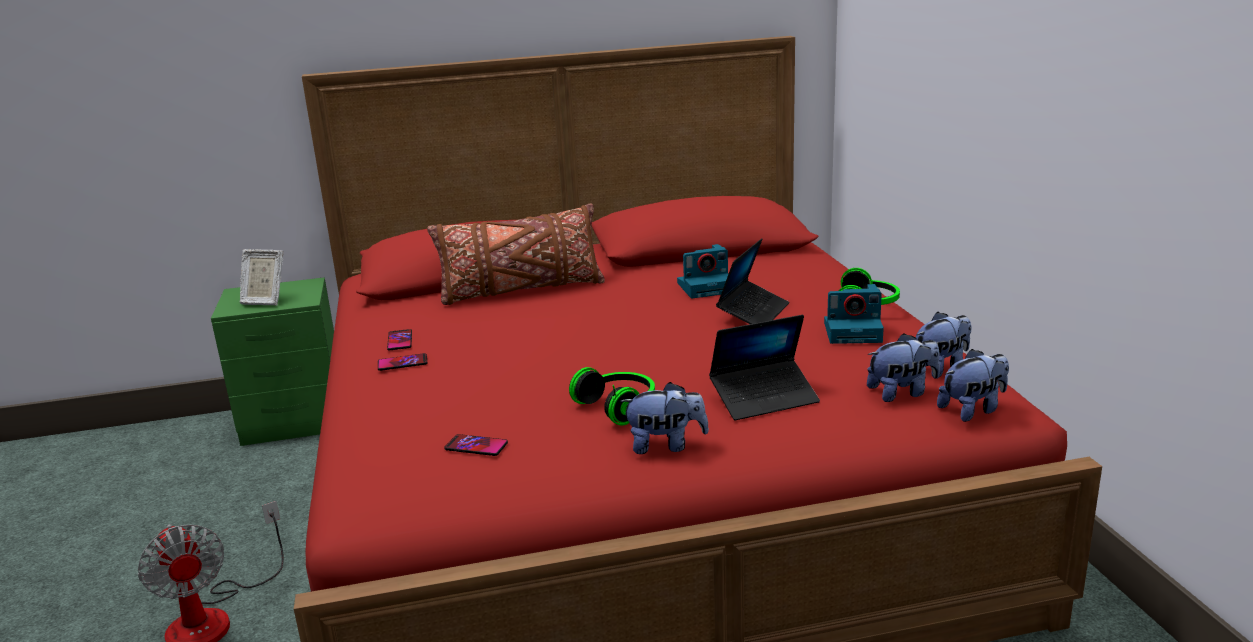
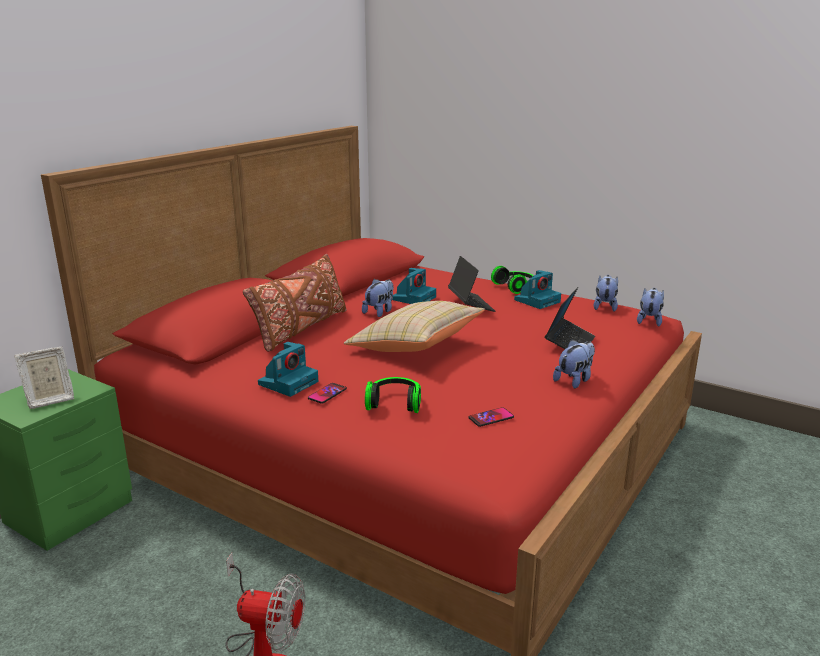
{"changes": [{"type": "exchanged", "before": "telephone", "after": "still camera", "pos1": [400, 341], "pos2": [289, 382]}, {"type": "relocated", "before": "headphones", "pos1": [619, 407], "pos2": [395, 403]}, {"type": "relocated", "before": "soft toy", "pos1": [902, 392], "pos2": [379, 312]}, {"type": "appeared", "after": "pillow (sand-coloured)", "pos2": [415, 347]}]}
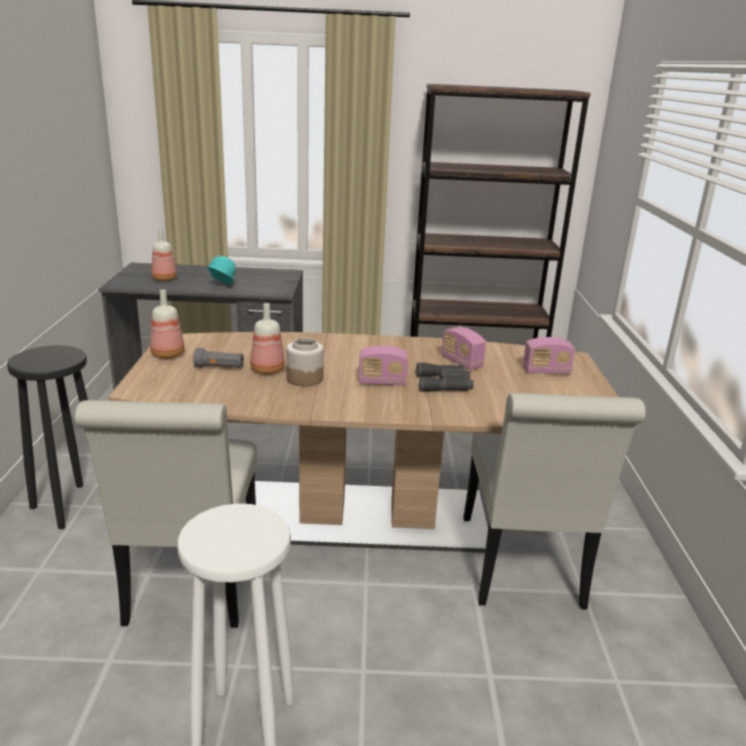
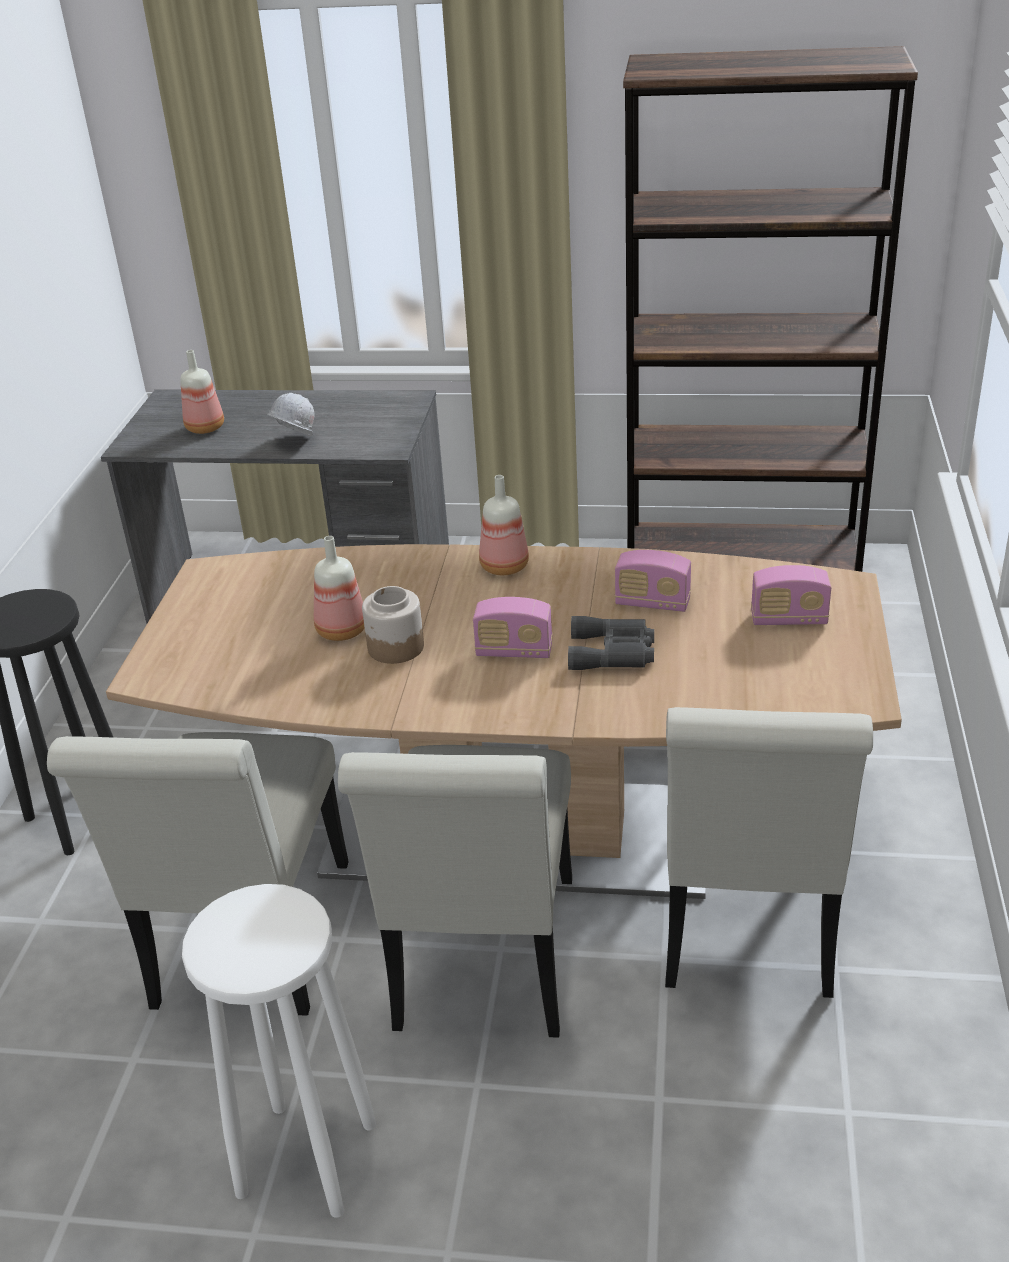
{"changes": [{"type": "relocated", "before": "beverage bottle", "pos1": [167, 355], "pos2": [504, 568]}, {"type": "missing", "before": "flashlight (gray)", "pos1": [219, 368]}, {"type": "colour", "before": "work helmet (turquoise-coloured)", "after": "work helmet (white-coloured)", "pos1": [221, 287], "pos2": [294, 443]}, {"type": "spun", "before": "radio", "pos1": [461, 362], "pos2": [652, 603], "turn": -45}, {"type": "appeared", "after": "chair (white-coloured)", "pos2": [484, 967]}]}
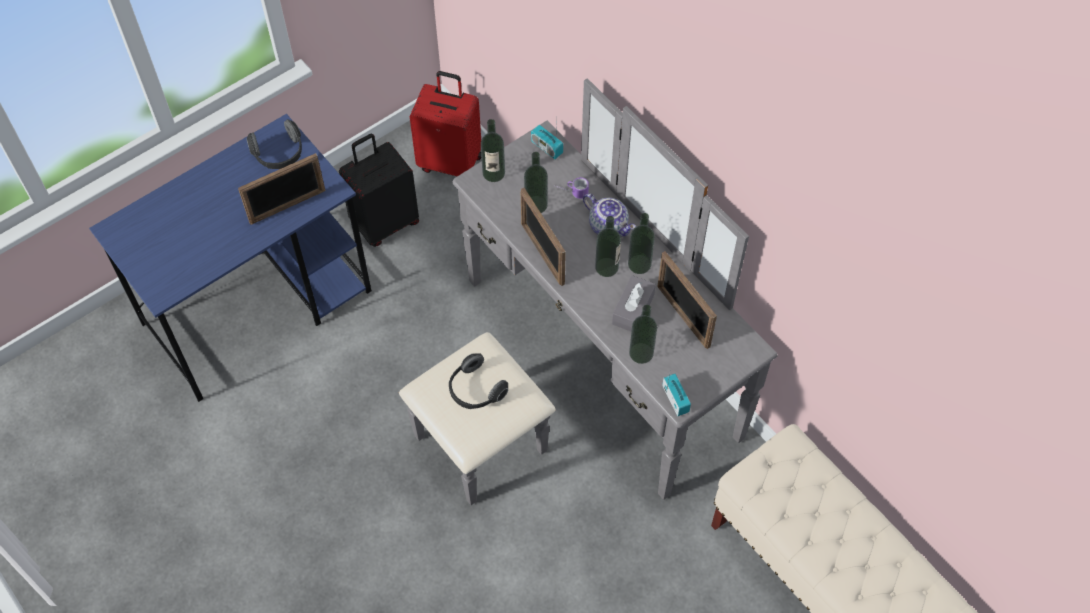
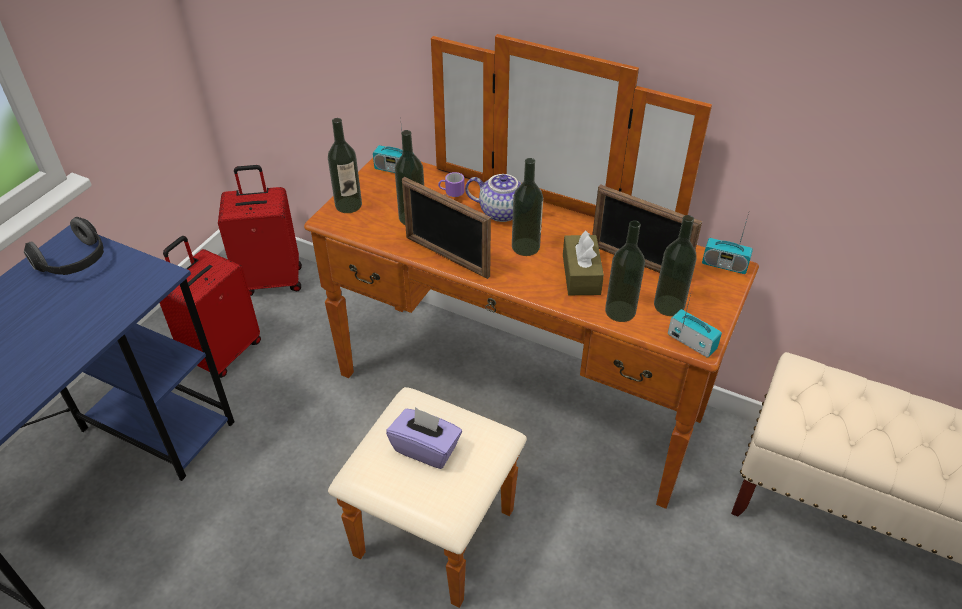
{"changes": [{"type": "missing", "before": "picture frame", "pos1": [287, 206]}, {"type": "colour", "before": "suitcase (black-coloured)", "after": "suitcase (red)", "pos1": [385, 222], "pos2": [223, 353]}, {"type": "colour", "before": "drawer chest (gray)", "after": "drawer chest (brownish)", "pos1": [575, 378], "pos2": [502, 424]}, {"type": "exchanged", "before": "headphones", "after": "tissue holder (purple)", "pos1": [475, 390], "pos2": [426, 448]}, {"type": "colour", "before": "tissue holder (gray)", "after": "tissue holder (brownish)", "pos1": [633, 309], "pos2": [581, 274]}, {"type": "relocated", "before": "beverage bottle", "pos1": [639, 264], "pos2": [669, 305]}, {"type": "appeared", "after": "radio", "pos2": [724, 265]}]}
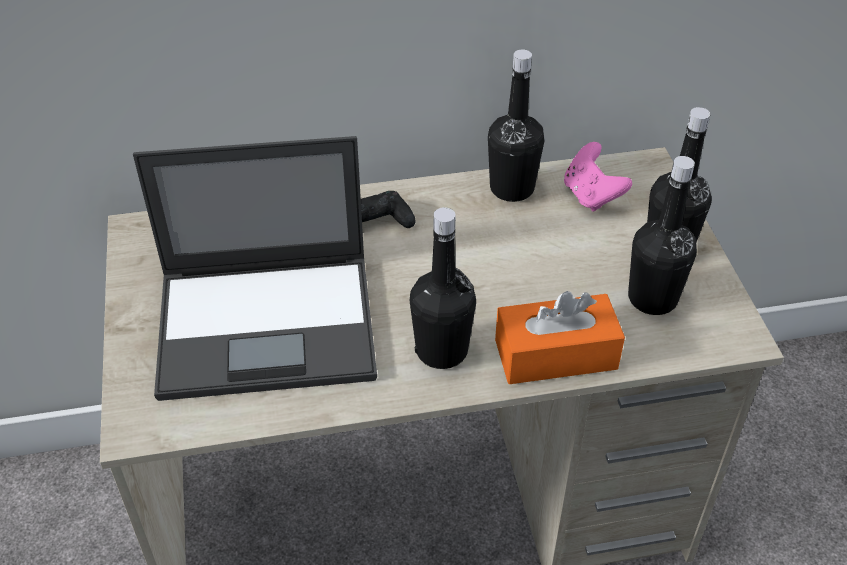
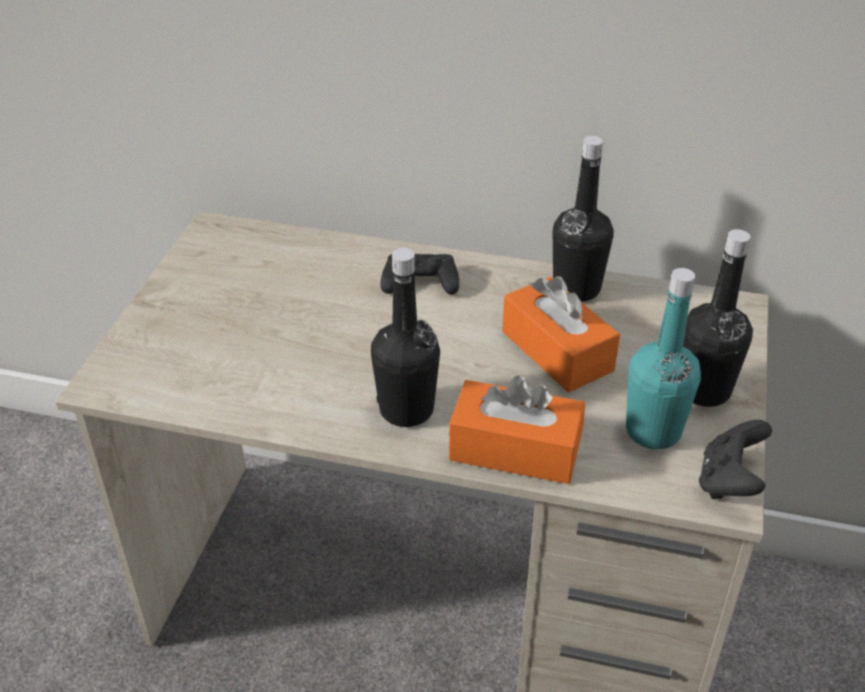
{"changes": [{"type": "missing", "before": "notebook computer", "pos1": [270, 325]}, {"type": "missing", "before": "joypad (pink)", "pos1": [591, 195]}, {"type": "colour", "before": "beverage bottle (black-coloured)", "after": "beverage bottle (turquoise-coloured)", "pos1": [652, 298], "pos2": [653, 431]}, {"type": "appeared", "after": "tissue holder (orange)", "pos2": [557, 351]}, {"type": "appeared", "after": "joypad (black-coloured)", "pos2": [729, 482]}]}
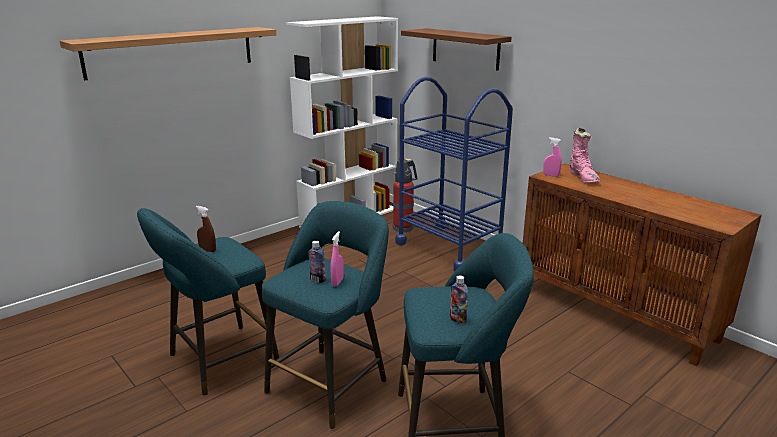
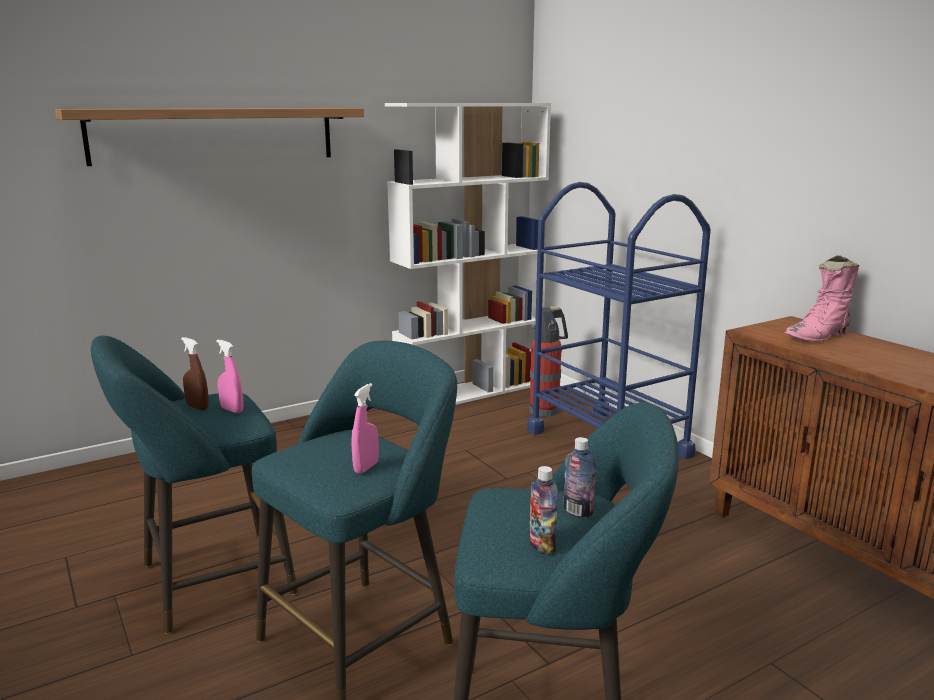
{"changes": [{"type": "relocated", "before": "beverage bottle", "pos1": [317, 280], "pos2": [578, 511]}, {"type": "missing", "before": "shelf (brownish)", "pos1": [465, 48]}, {"type": "relocated", "before": "hand sprayer (pink)", "pos1": [551, 175], "pos2": [232, 410]}, {"type": "spun", "before": "tall boot (pink)", "pos1": [583, 178], "pos2": [818, 336], "turn": 60}]}
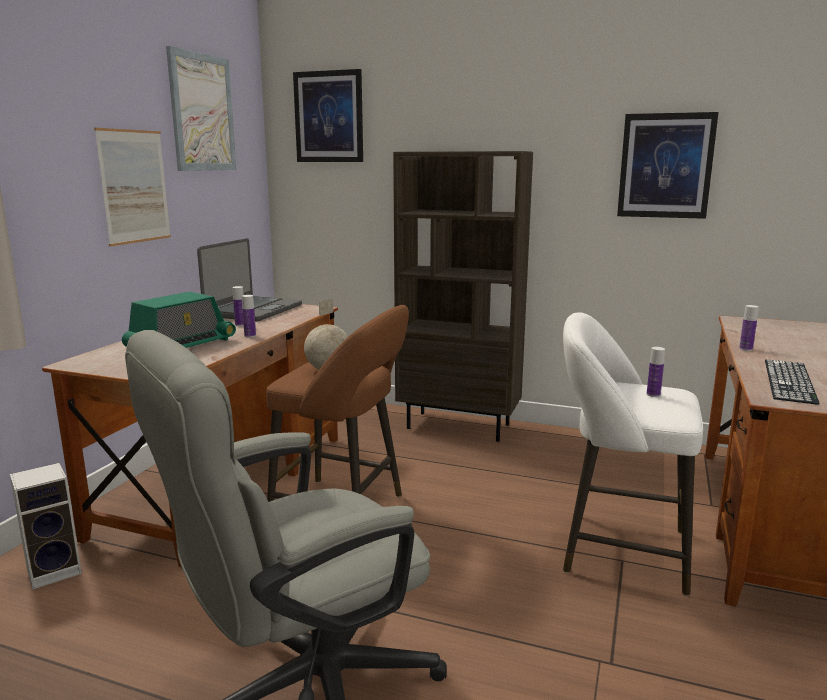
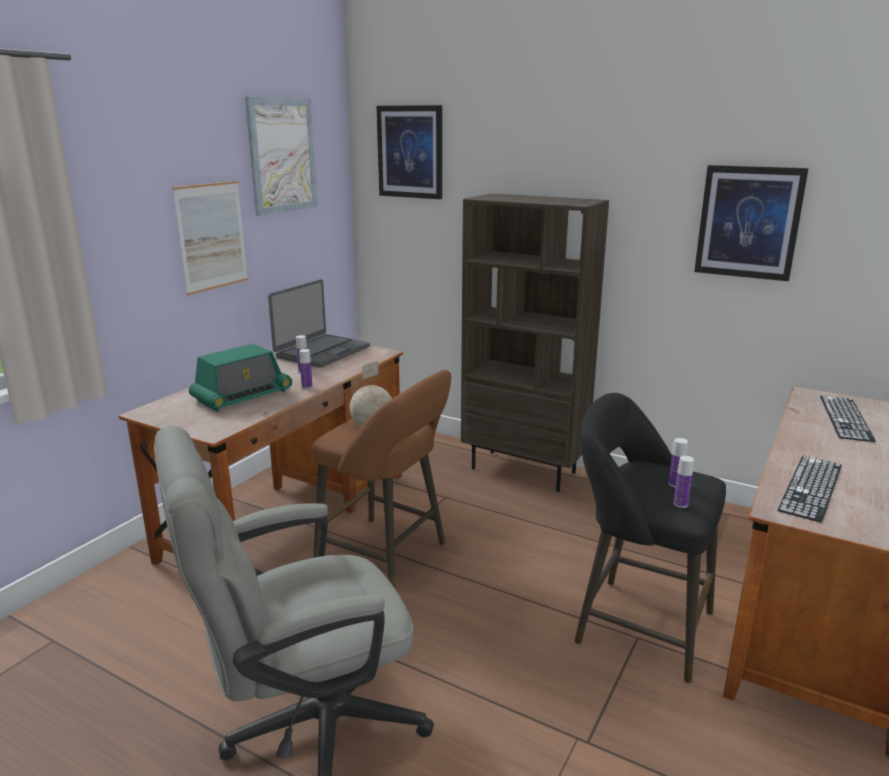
{"changes": [{"type": "missing", "before": "loudspeaker", "pos1": [56, 570]}, {"type": "colour", "before": "sitting stool (white-coloured)", "after": "sitting stool (black-coloured)", "pos1": [616, 549], "pos2": [636, 625]}, {"type": "relocated", "before": "beverage bottle", "pos1": [745, 349], "pos2": [680, 504]}, {"type": "appeared", "after": "computer keyboard", "pos2": [845, 418]}]}
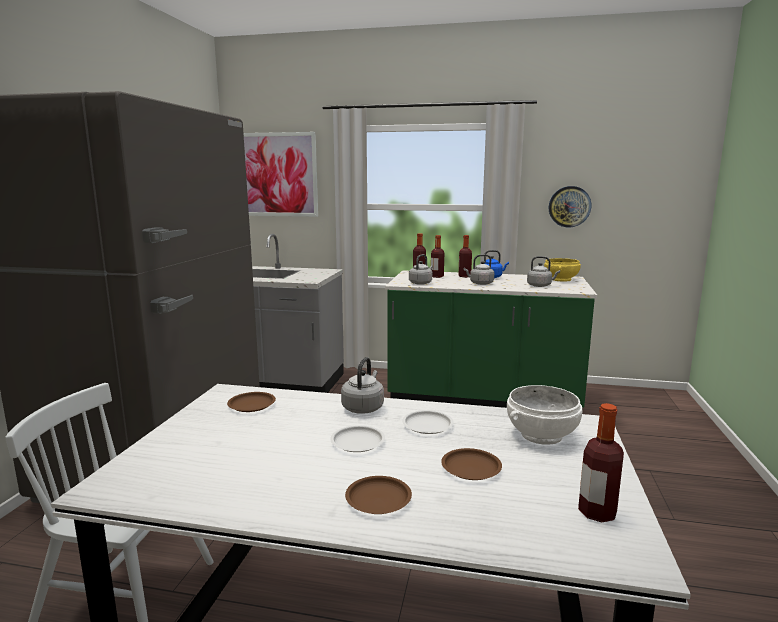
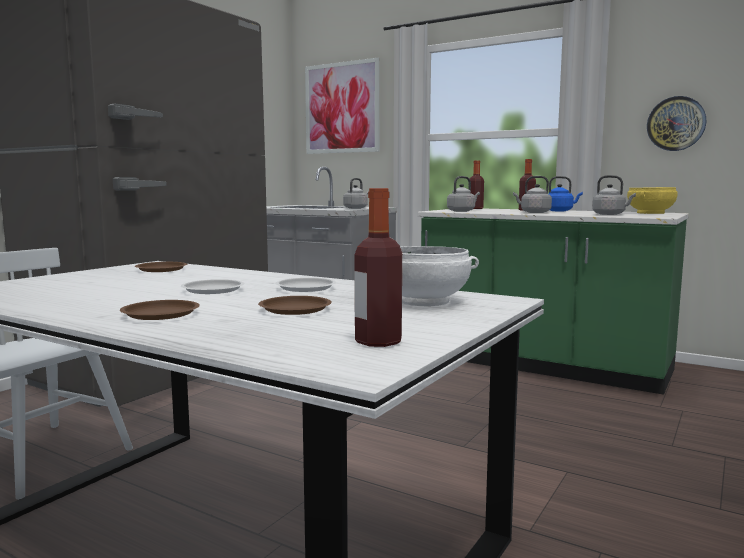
{"changes": [{"type": "relocated", "before": "tea kettle (gray)", "pos1": [363, 407], "pos2": [356, 208]}, {"type": "missing", "before": "beverage bottle", "pos1": [437, 276]}]}
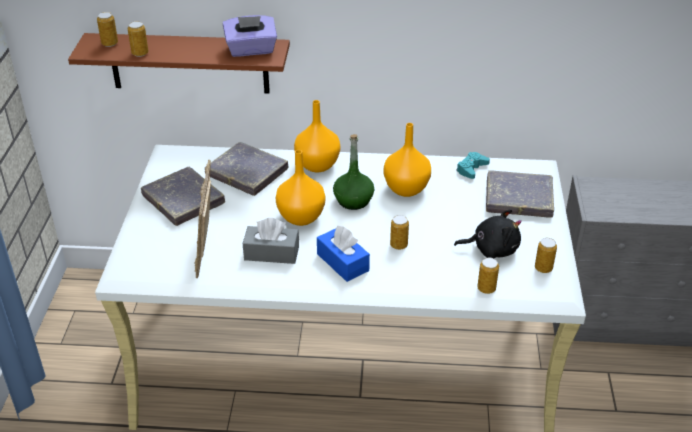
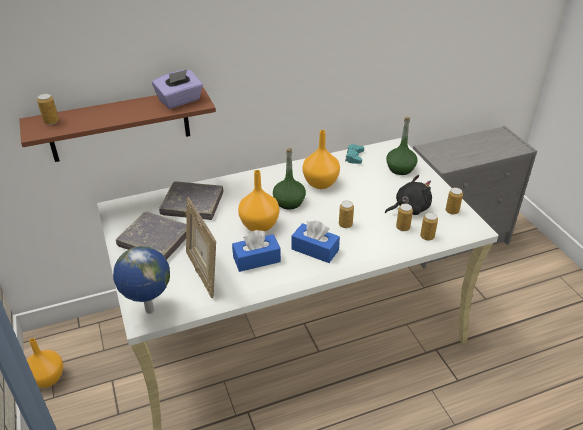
{"changes": [{"type": "relocated", "before": "metal can", "pos1": [140, 53], "pos2": [402, 228]}, {"type": "colour", "before": "tissue holder (gray)", "after": "tissue holder (bluish)", "pos1": [271, 253], "pos2": [256, 259]}, {"type": "relocated", "before": "flower vase (orange)", "pos1": [318, 165], "pos2": [48, 378]}, {"type": "exchanged", "before": "bound book (gray)", "after": "beverage bottle (greenish)", "pos1": [518, 198], "pos2": [400, 168]}, {"type": "appeared", "after": "desk globe", "pos2": [149, 311]}]}
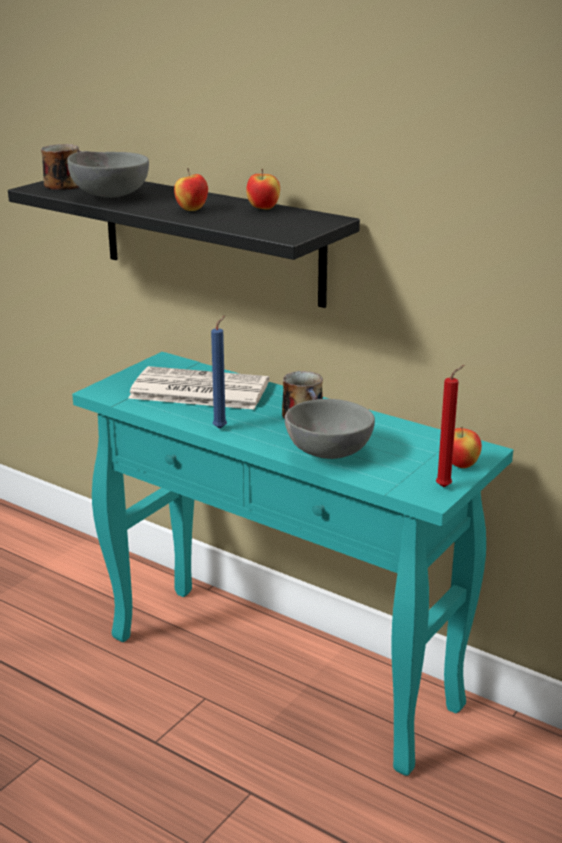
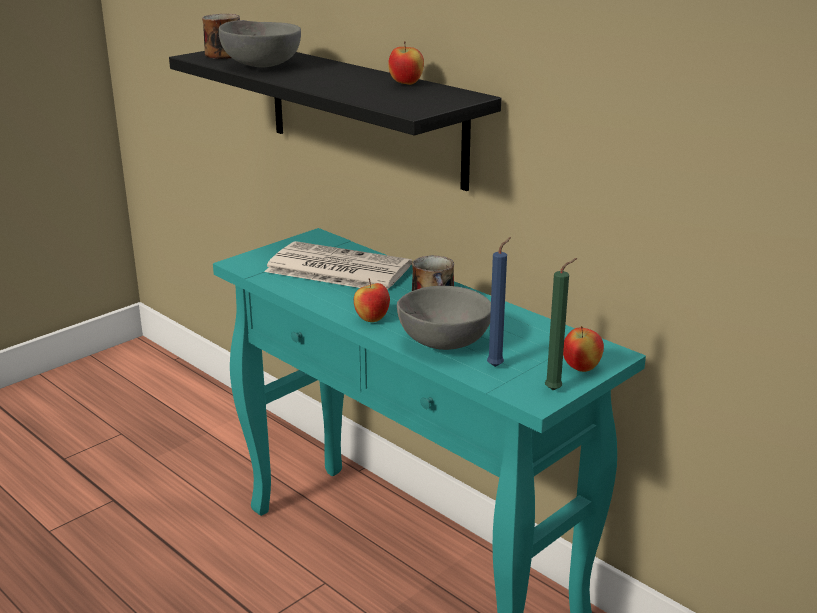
{"changes": [{"type": "relocated", "before": "apple", "pos1": [192, 210], "pos2": [372, 319]}, {"type": "relocated", "before": "wax candle (bluish)", "pos1": [221, 428], "pos2": [497, 365]}, {"type": "colour", "before": "wax candle (red)", "after": "wax candle (greenish)", "pos1": [445, 486], "pos2": [556, 390]}]}
